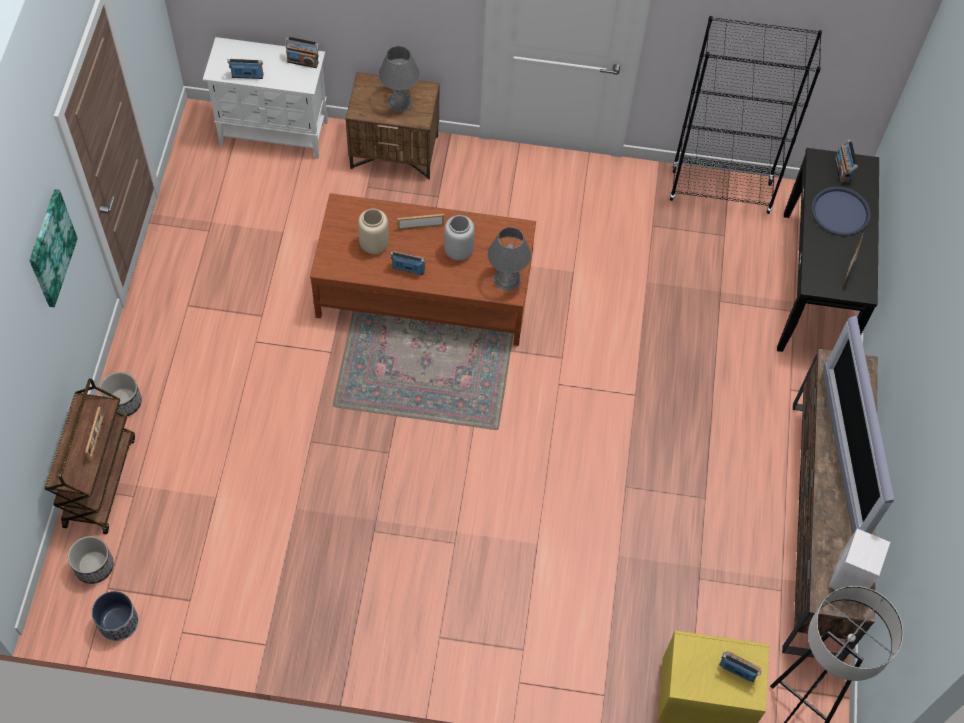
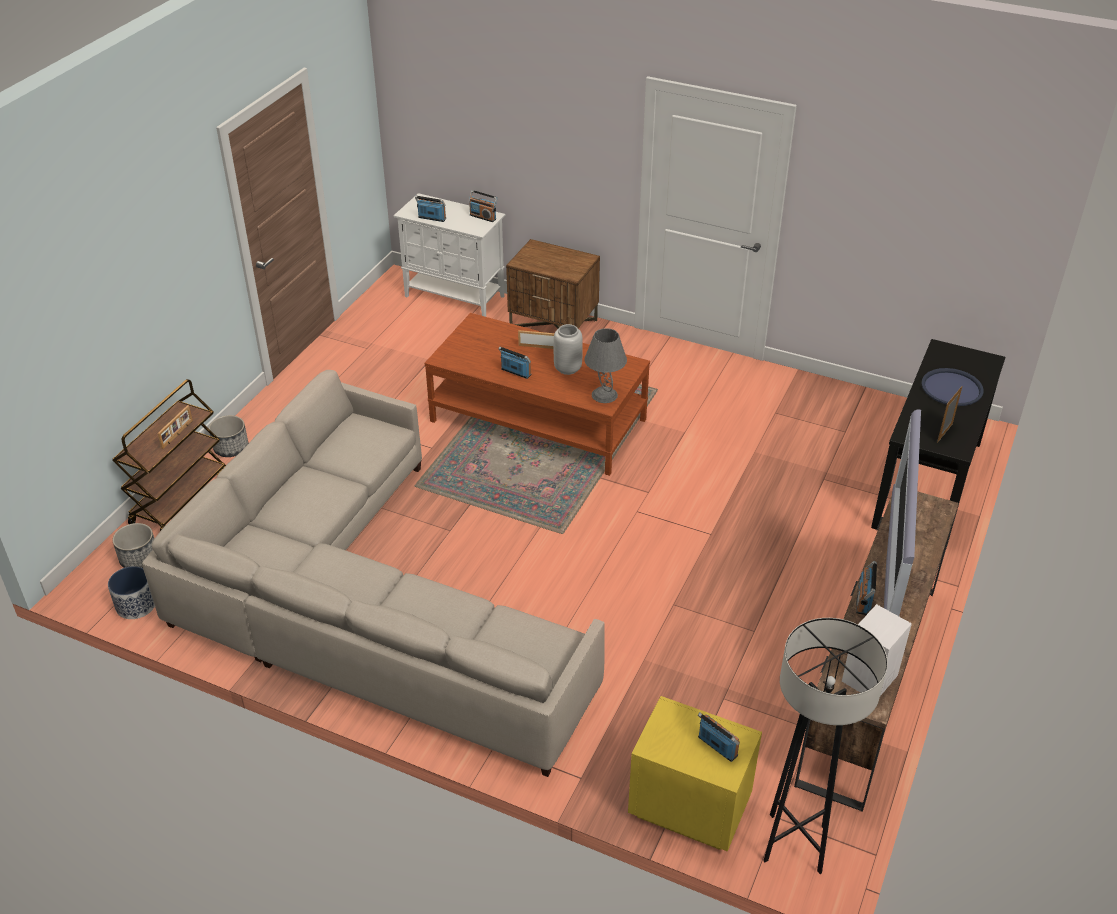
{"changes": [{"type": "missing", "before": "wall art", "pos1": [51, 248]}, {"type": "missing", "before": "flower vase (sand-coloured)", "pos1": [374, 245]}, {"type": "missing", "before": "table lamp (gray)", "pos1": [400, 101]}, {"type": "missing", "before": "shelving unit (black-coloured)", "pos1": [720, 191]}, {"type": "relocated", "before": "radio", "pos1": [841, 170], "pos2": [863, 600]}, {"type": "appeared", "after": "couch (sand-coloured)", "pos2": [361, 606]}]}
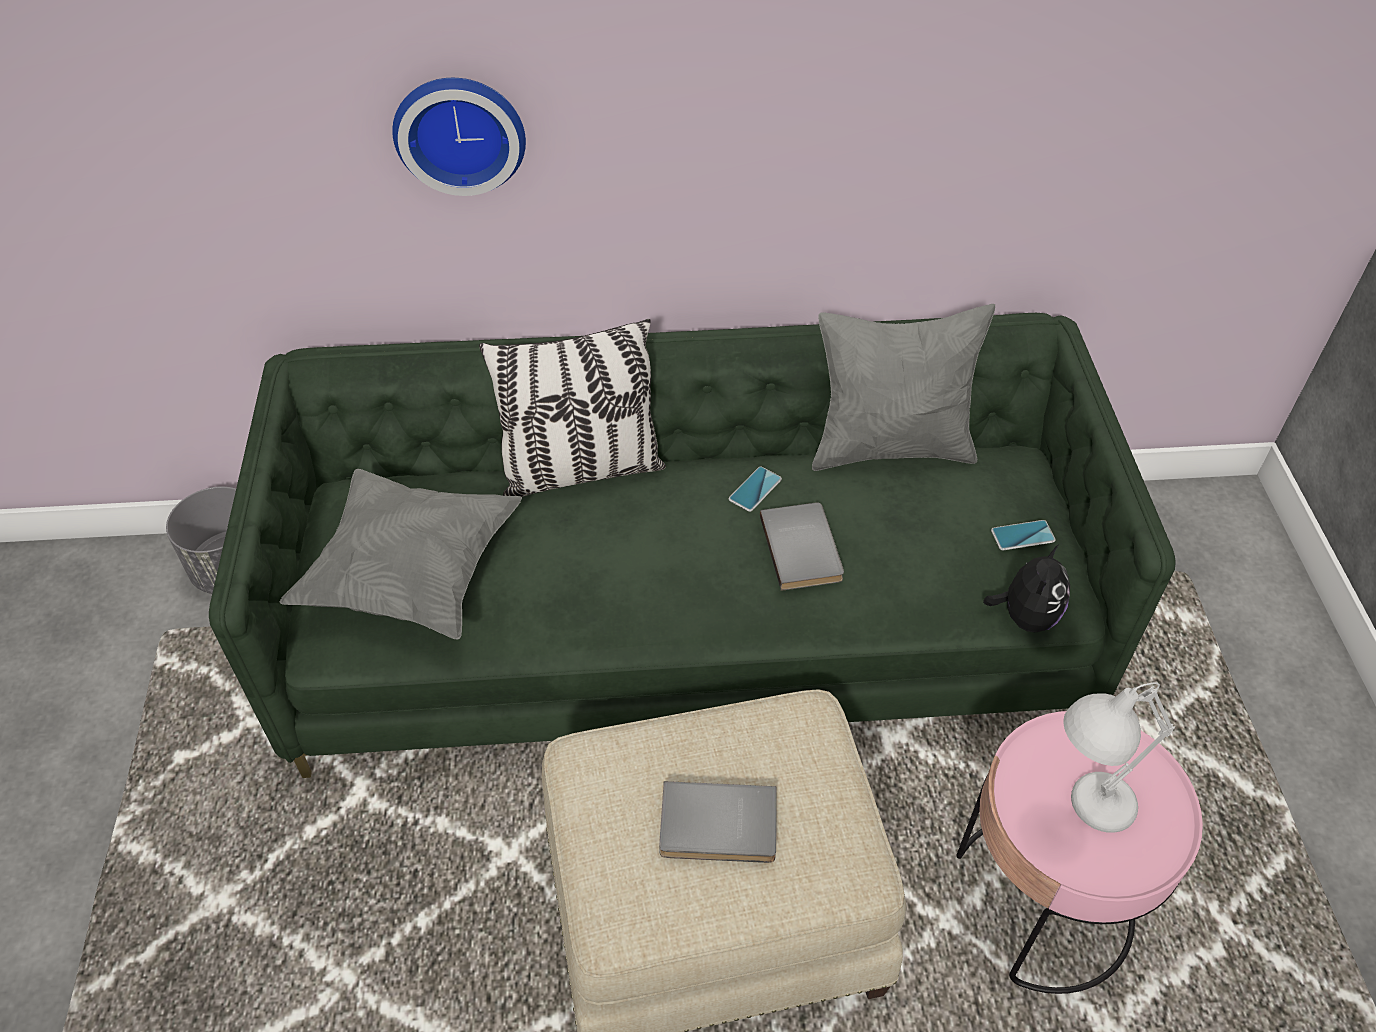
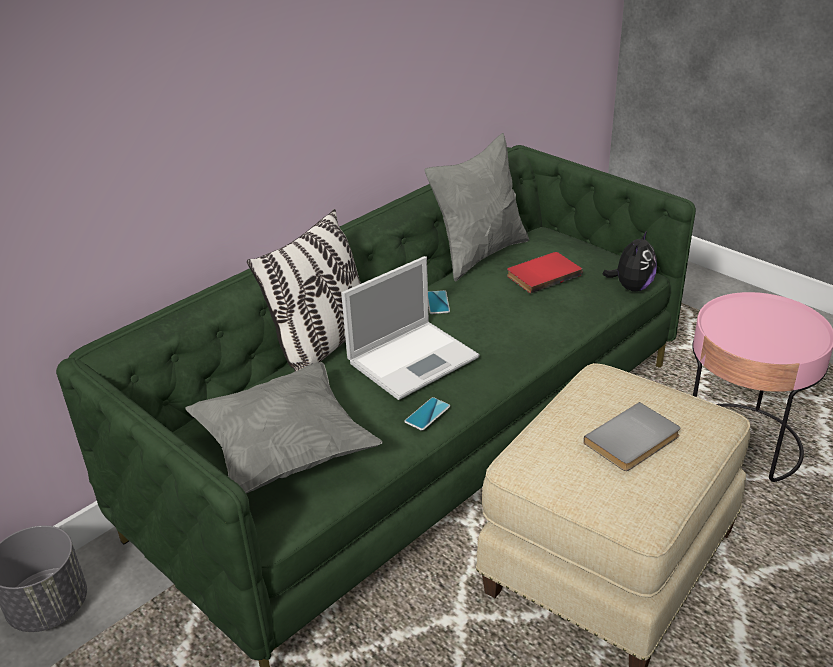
{"changes": [{"type": "missing", "before": "clock on the wall", "pos1": [460, 131]}, {"type": "missing", "before": "bound book (gray)", "pos1": [804, 548]}, {"type": "spun", "before": "soft toy", "pos1": [1025, 616], "pos2": [631, 287], "turn": 45}, {"type": "relocated", "before": "telephone", "pos1": [1022, 536], "pos2": [427, 414]}, {"type": "missing", "before": "table lamp (white-coloured)", "pos1": [1079, 810]}, {"type": "appeared", "after": "notebook computer", "pos2": [414, 358]}, {"type": "appeared", "after": "bound book (red)", "pos2": [542, 274]}]}
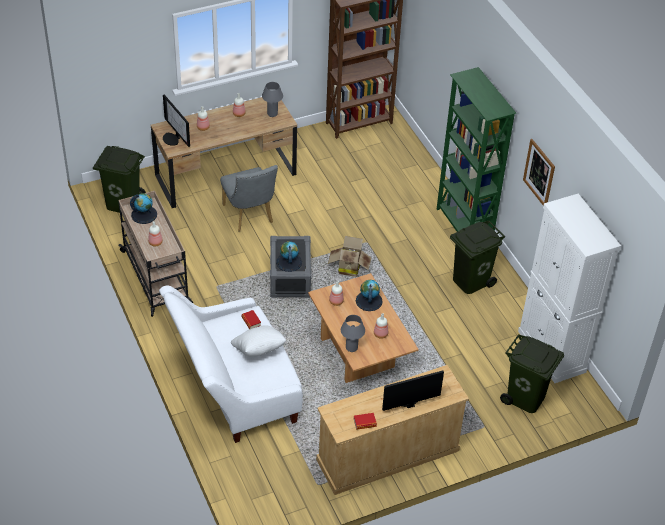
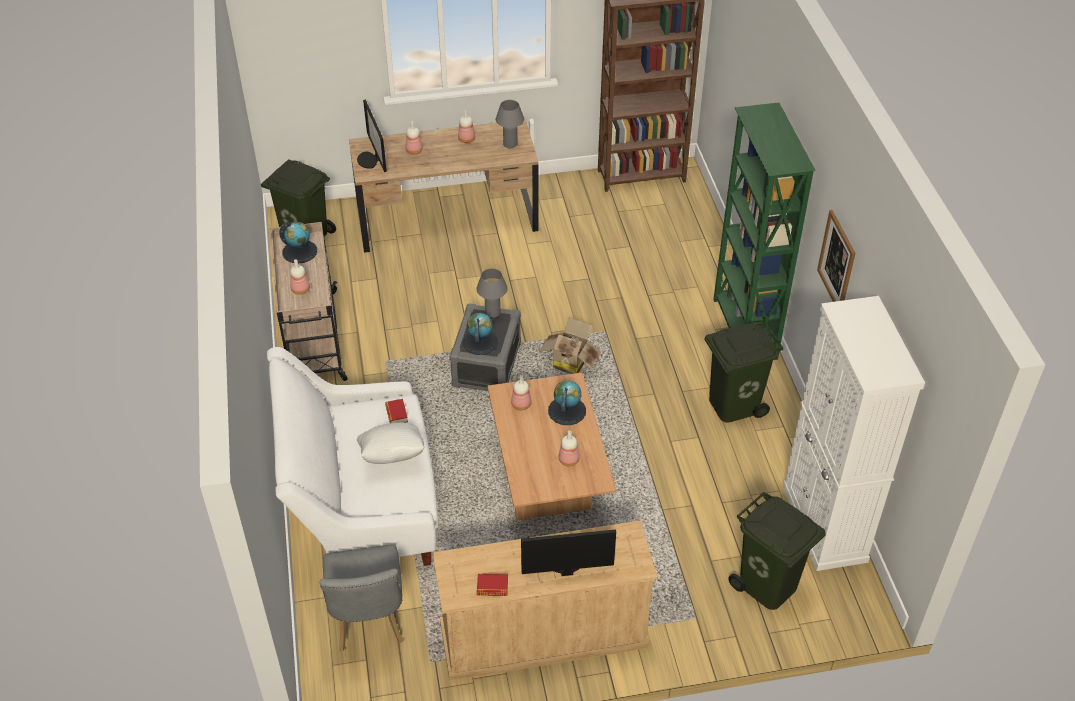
{"changes": [{"type": "relocated", "before": "chair (gray)", "pos1": [249, 216], "pos2": [368, 622]}, {"type": "relocated", "before": "table lamp (gray)", "pos1": [351, 348], "pos2": [492, 313]}]}
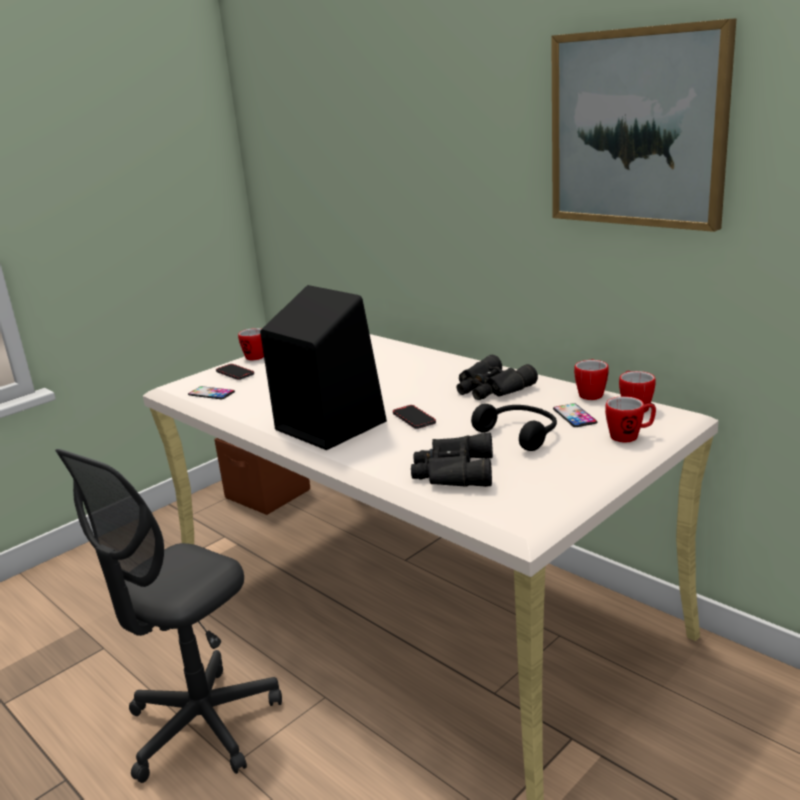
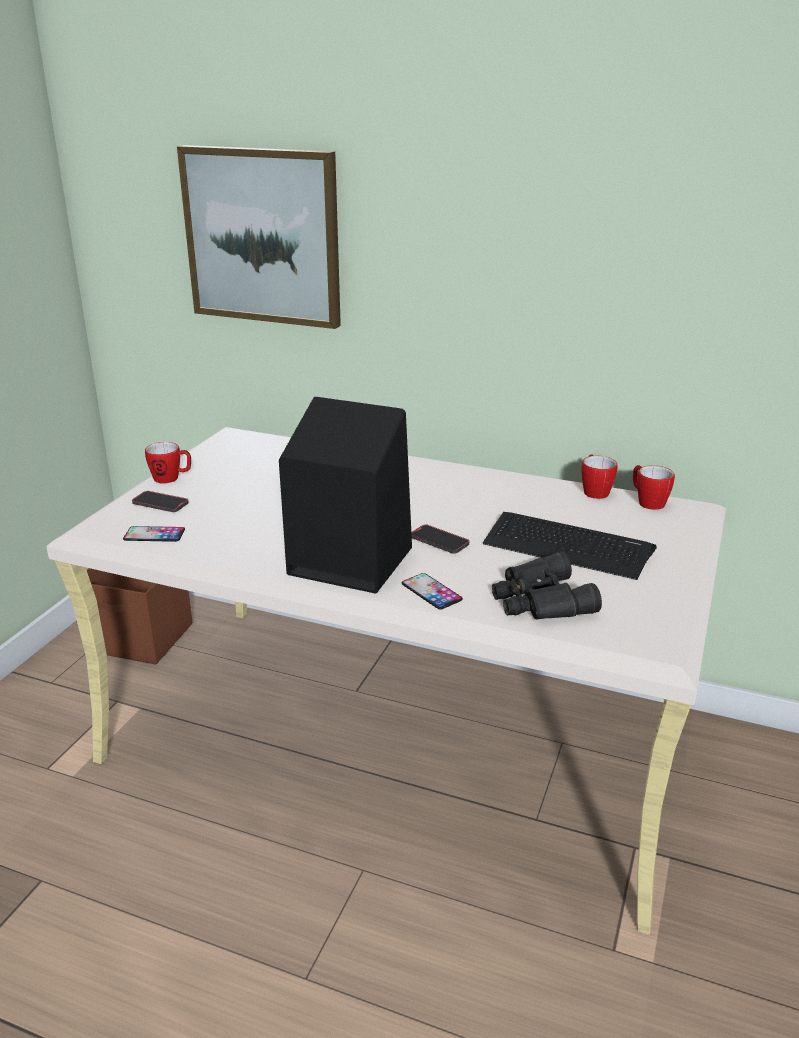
{"changes": [{"type": "missing", "before": "office chair (gray)", "pos1": [202, 726]}, {"type": "missing", "before": "field glasses (black-coloured)", "pos1": [491, 388]}, {"type": "exchanged", "before": "headphones (black-coloured)", "after": "computer keyboard", "pos1": [520, 434], "pos2": [567, 546]}, {"type": "relocated", "before": "wall art", "pos1": [637, 128], "pos2": [263, 236]}, {"type": "relocated", "before": "telephone", "pos1": [574, 416], "pos2": [431, 591]}, {"type": "missing", "before": "mug", "pos1": [630, 436]}]}
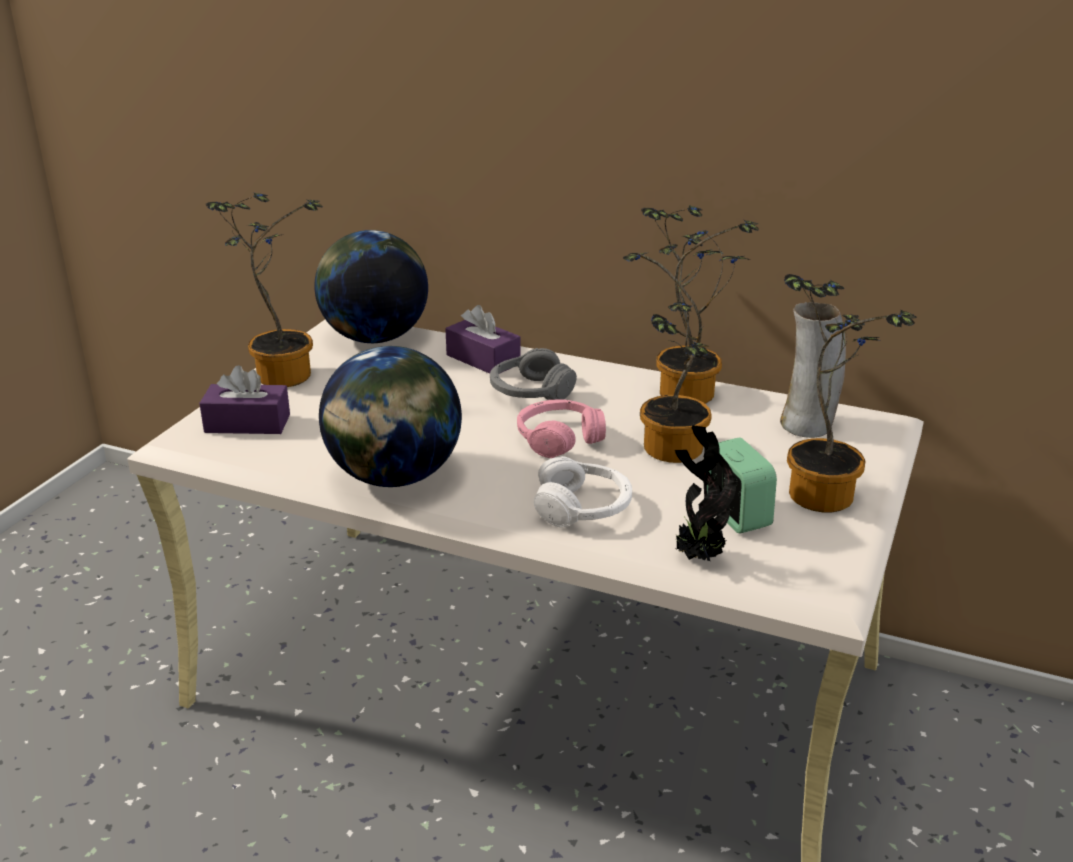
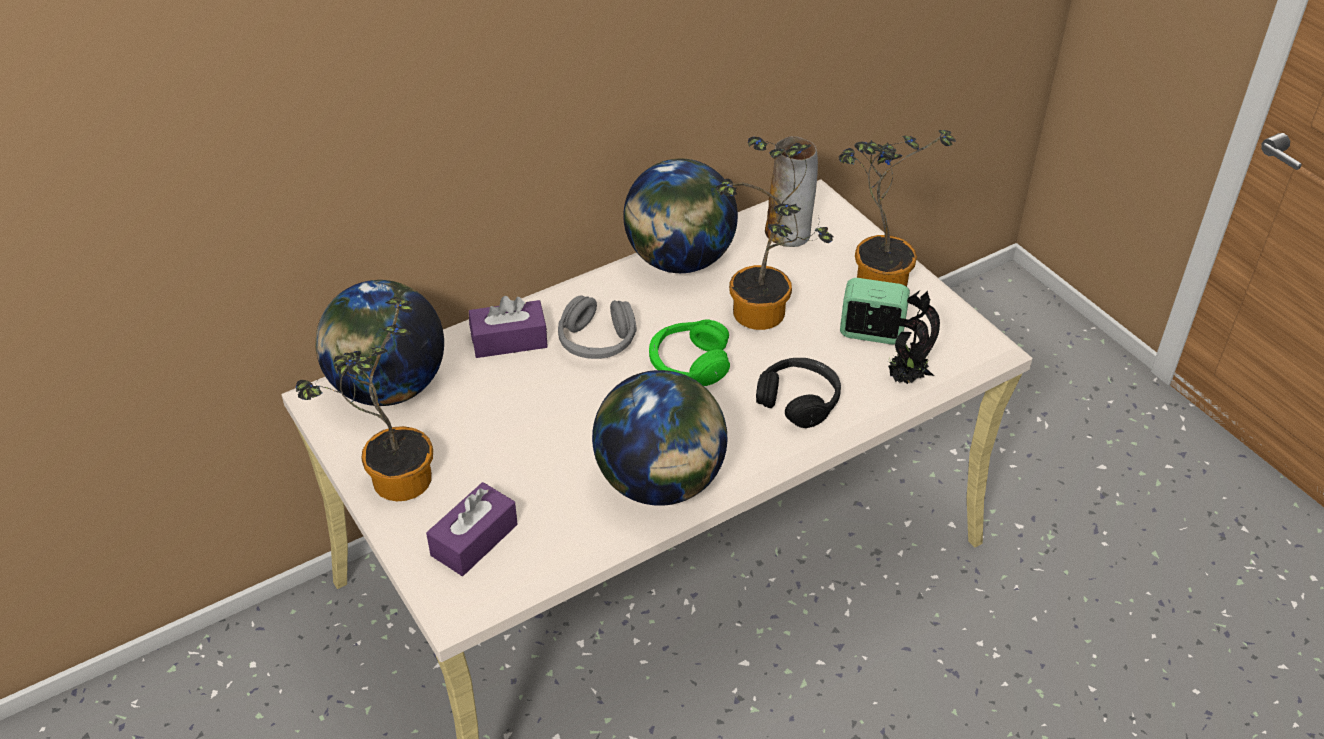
{"changes": [{"type": "colour", "before": "headphones (pink)", "after": "headphones (greenish)", "pos1": [559, 439], "pos2": [689, 363]}, {"type": "colour", "before": "headphones (white-coloured)", "after": "headphones (black-coloured)", "pos1": [583, 508], "pos2": [798, 400]}, {"type": "exchanged", "before": "potted plant", "after": "desk globe", "pos1": [684, 390], "pos2": [679, 260]}]}
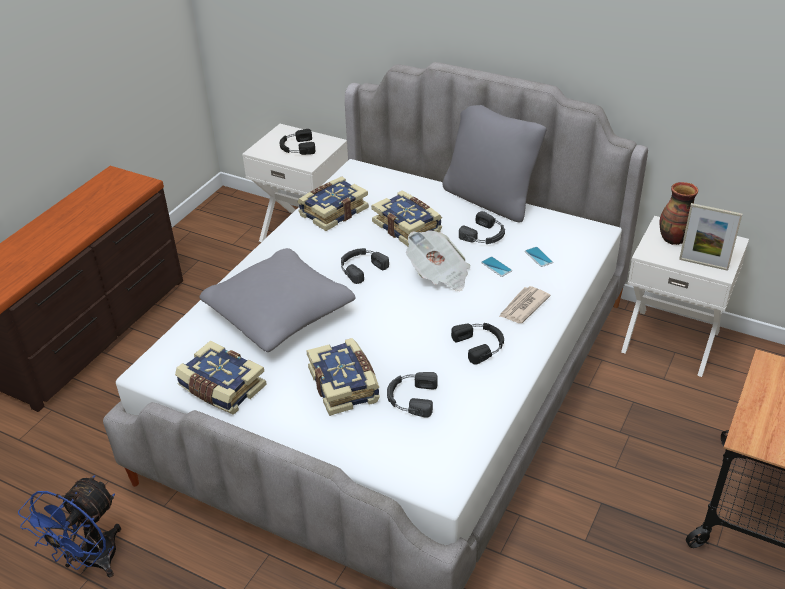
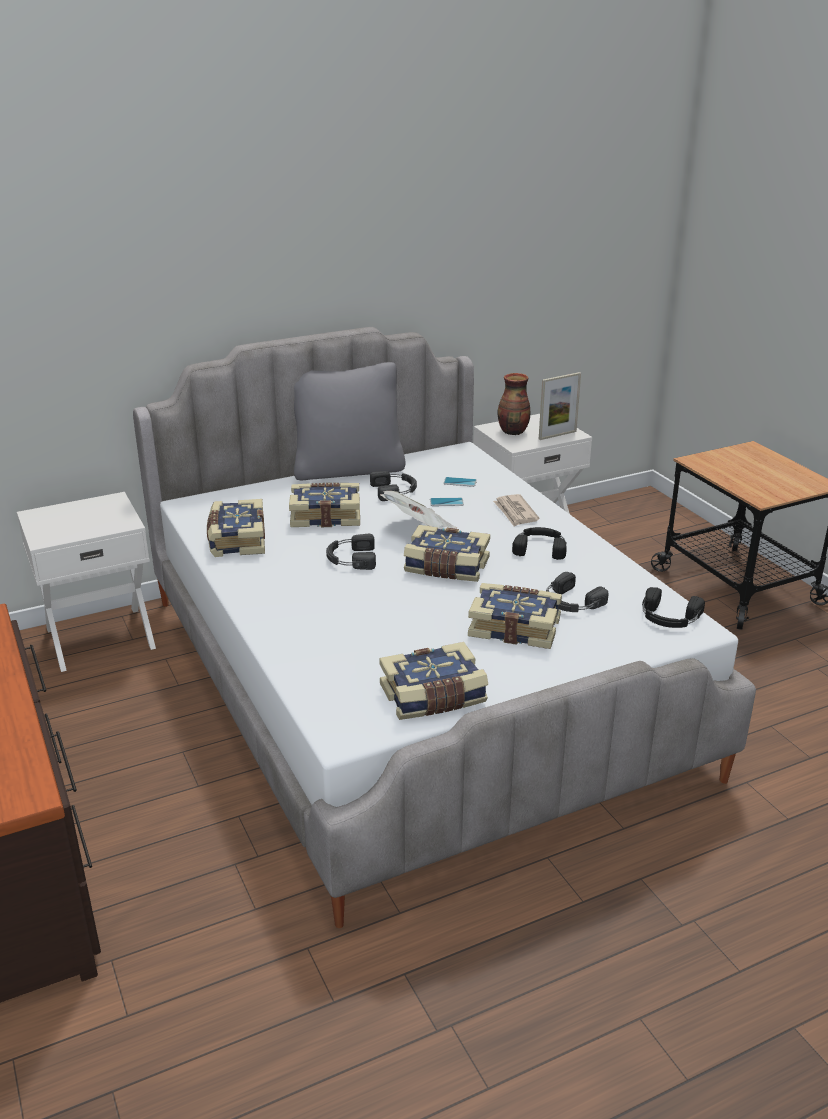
{"changes": [{"type": "missing", "before": "fan (bluish)", "pos1": [91, 562]}, {"type": "missing", "before": "pillow (gray)", "pos1": [280, 313]}, {"type": "relocated", "before": "headphones (black-coloured)", "pos1": [297, 147], "pos2": [669, 617]}, {"type": "appeared", "after": "bound book", "pos2": [446, 567]}]}
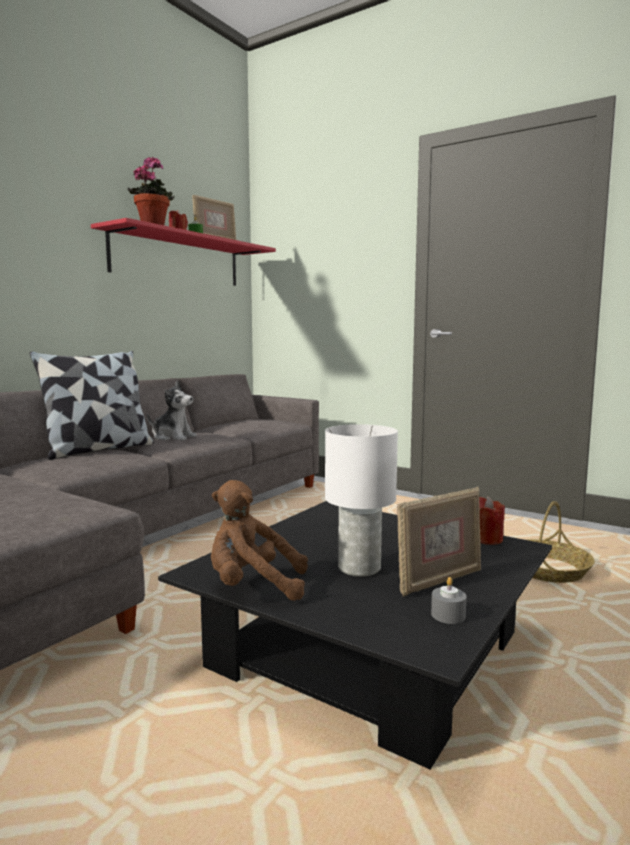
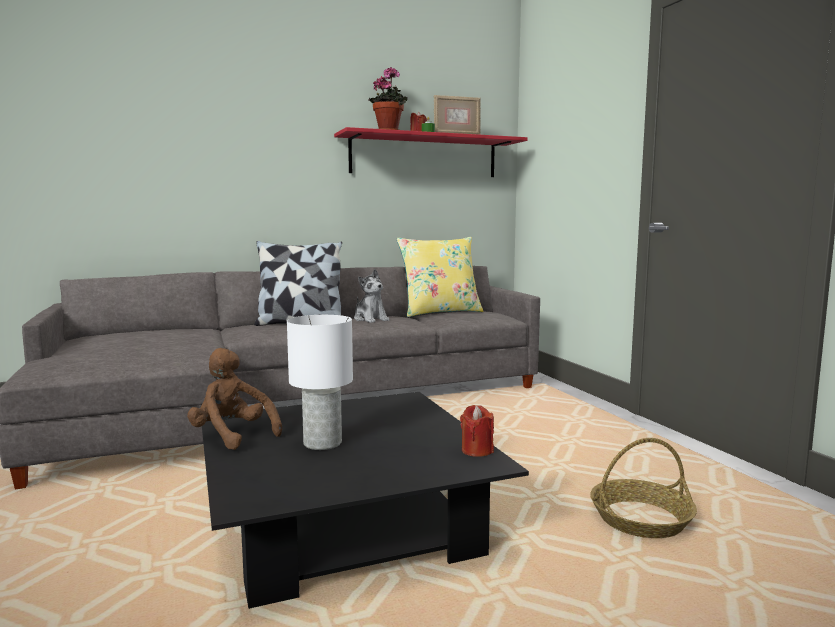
{"changes": [{"type": "missing", "before": "picture frame", "pos1": [439, 581]}, {"type": "missing", "before": "wax candle (gray)", "pos1": [448, 615]}, {"type": "appeared", "after": "pillow (yellowish)", "pos2": [440, 312]}]}
